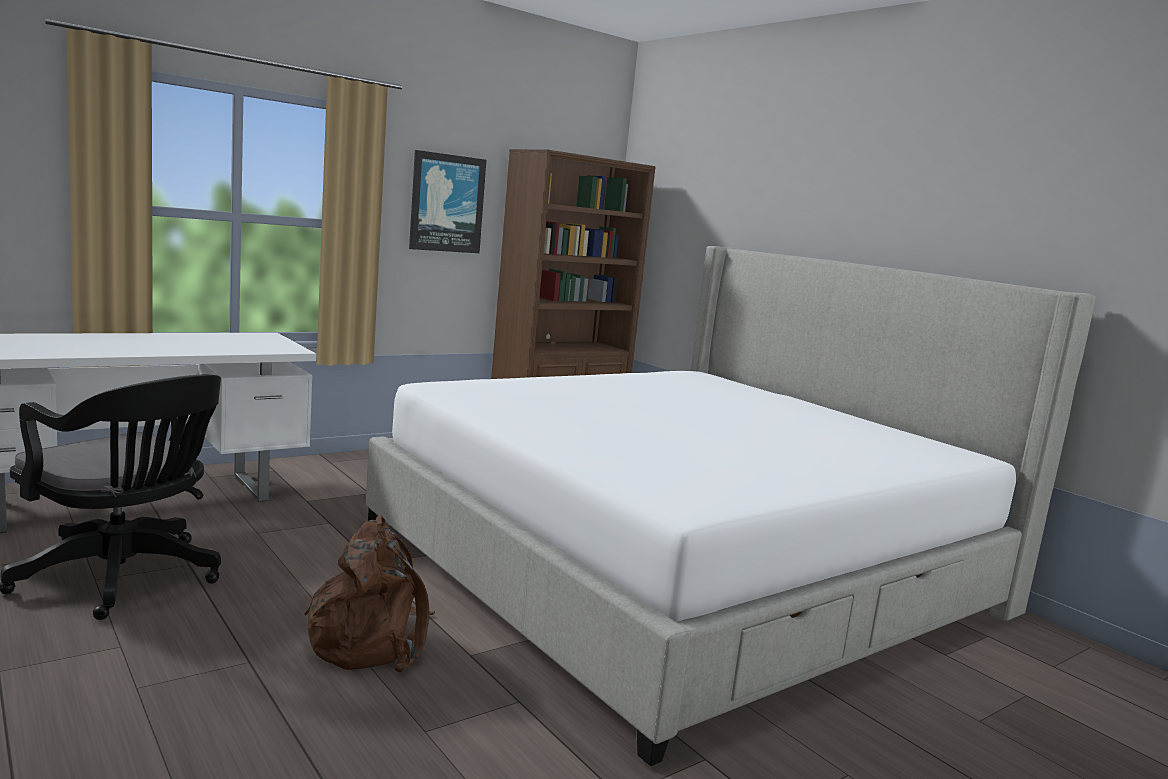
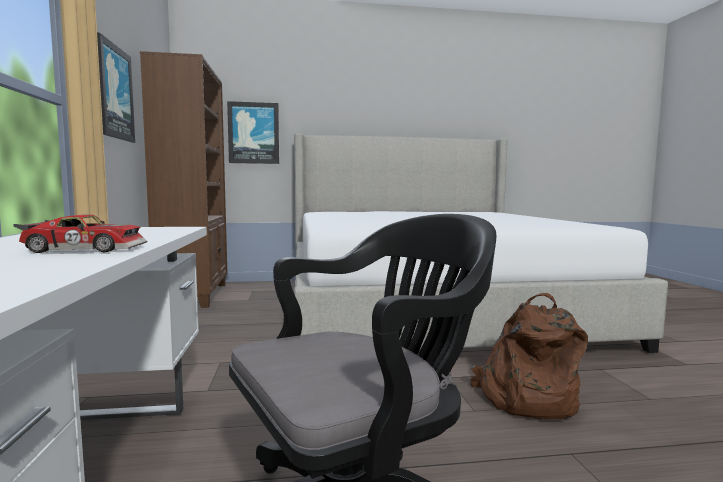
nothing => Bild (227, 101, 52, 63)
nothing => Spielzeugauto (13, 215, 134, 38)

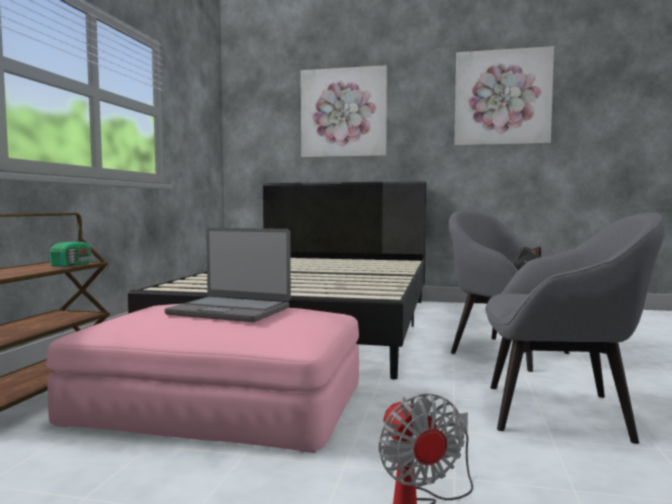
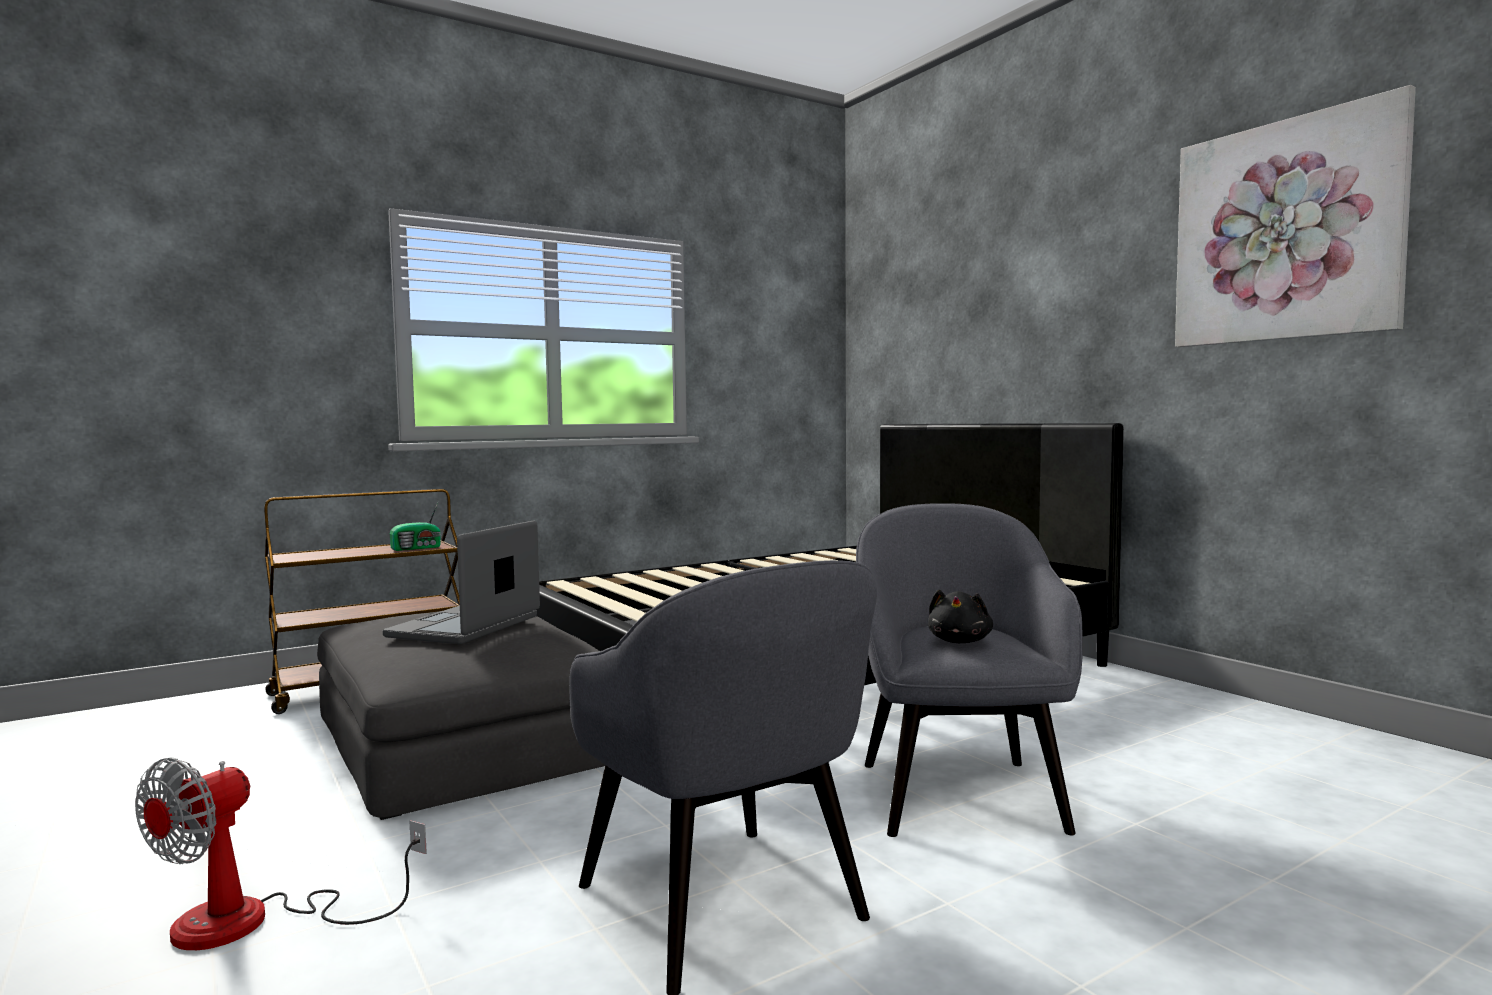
Bild (301, 65, 86, 93) => nothing
Laptop (165, 228, 126, 94) => Laptop (383, 521, 157, 123), 45 degrees clockwise
Polsterhocker (rosa) (46, 304, 313, 149) => Polsterhocker (grau) (317, 611, 288, 209)

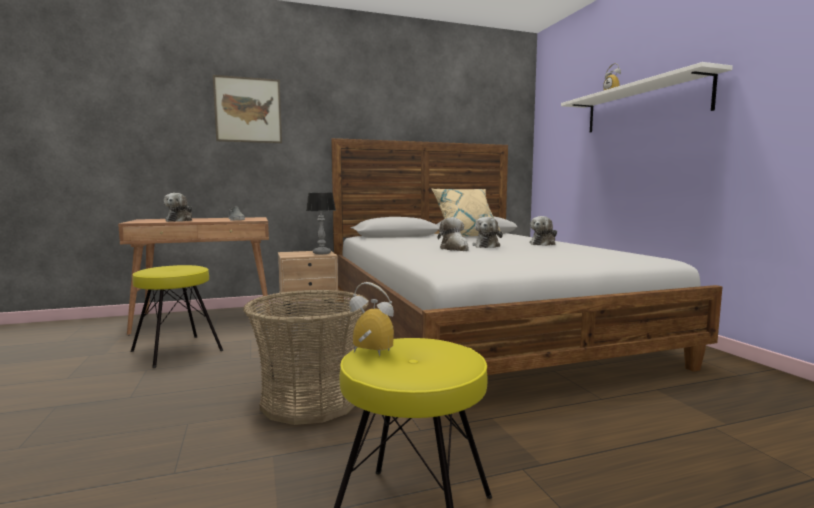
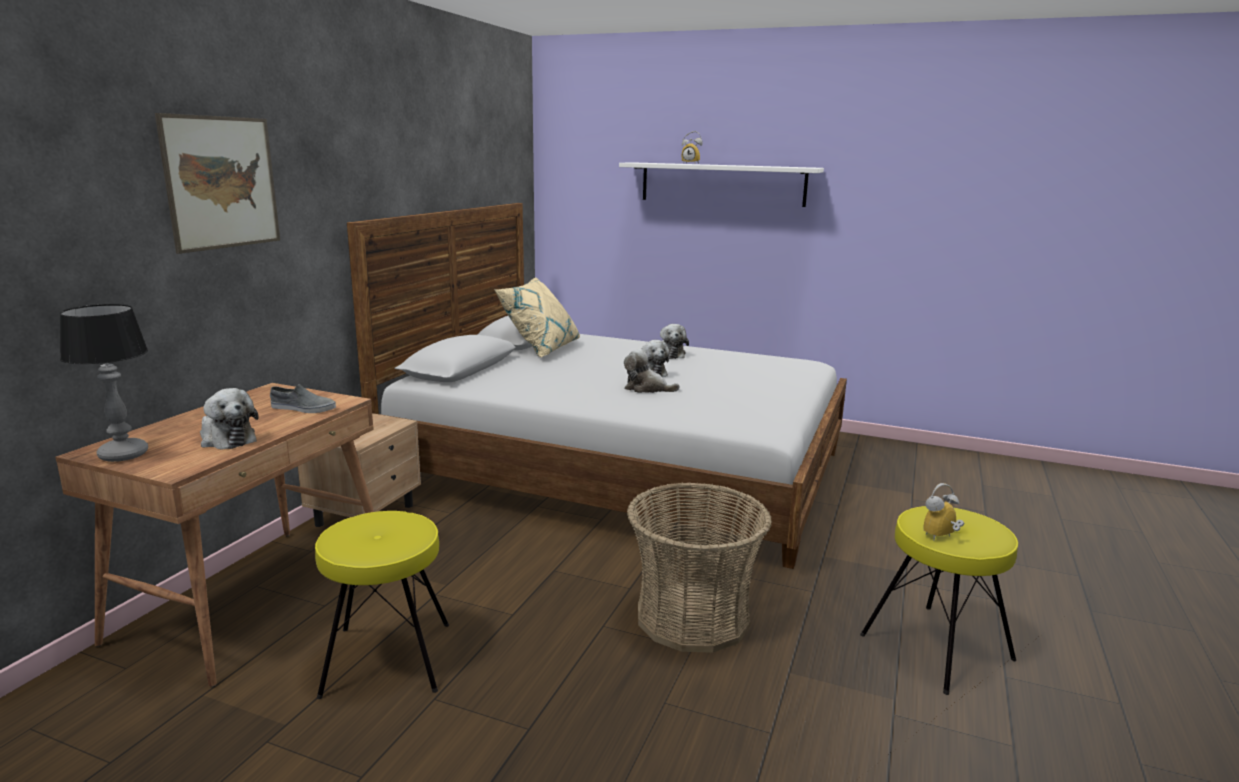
Tischlampe (306, 193, 30, 61) => Tischlampe (60, 304, 88, 158), relocated

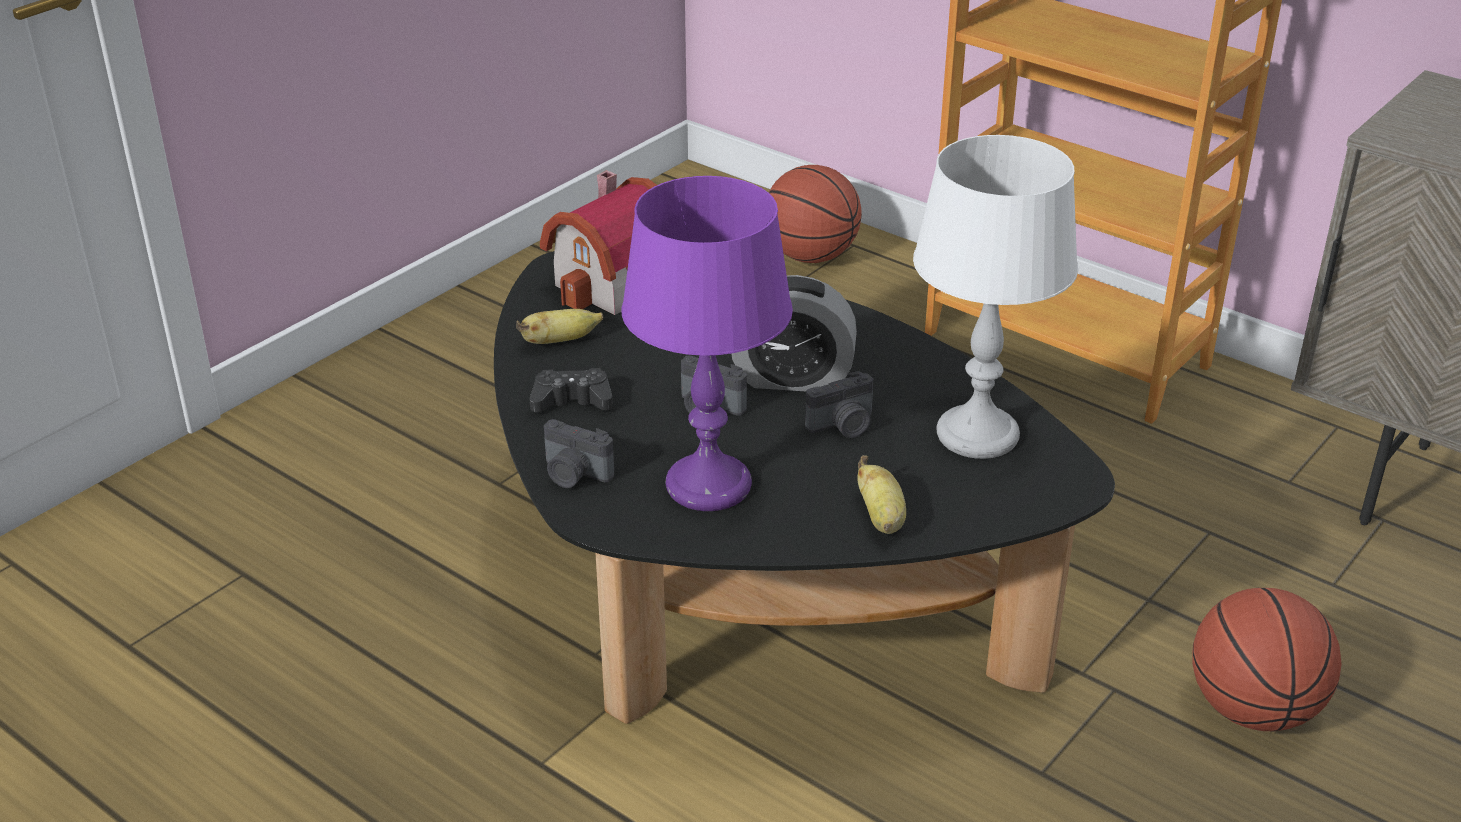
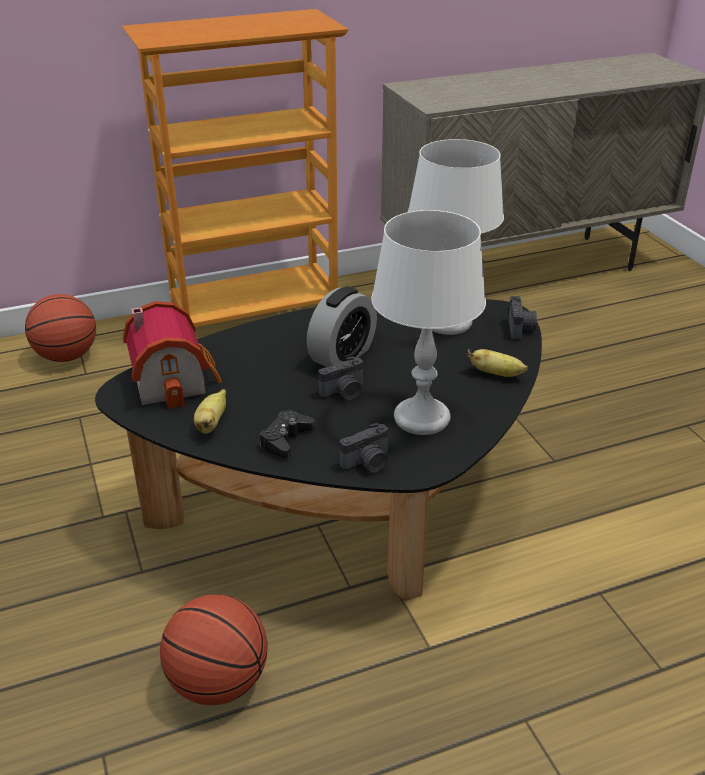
Tischlampe (lila) (622, 176, 171, 335) => Tischlampe (weiß) (371, 210, 115, 225)
Kamera (805, 371, 68, 67) => Kamera (508, 296, 29, 44), relocated
Basketball (1192, 588, 150, 143) => Basketball (160, 594, 108, 111), relocated

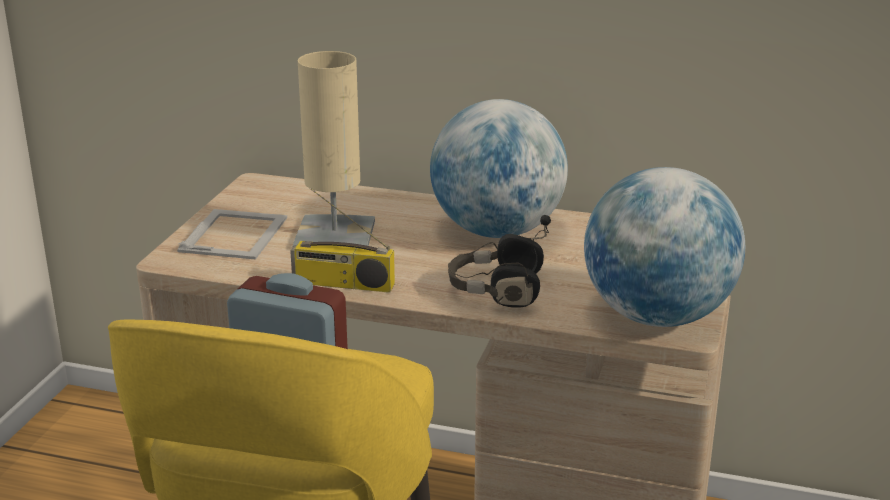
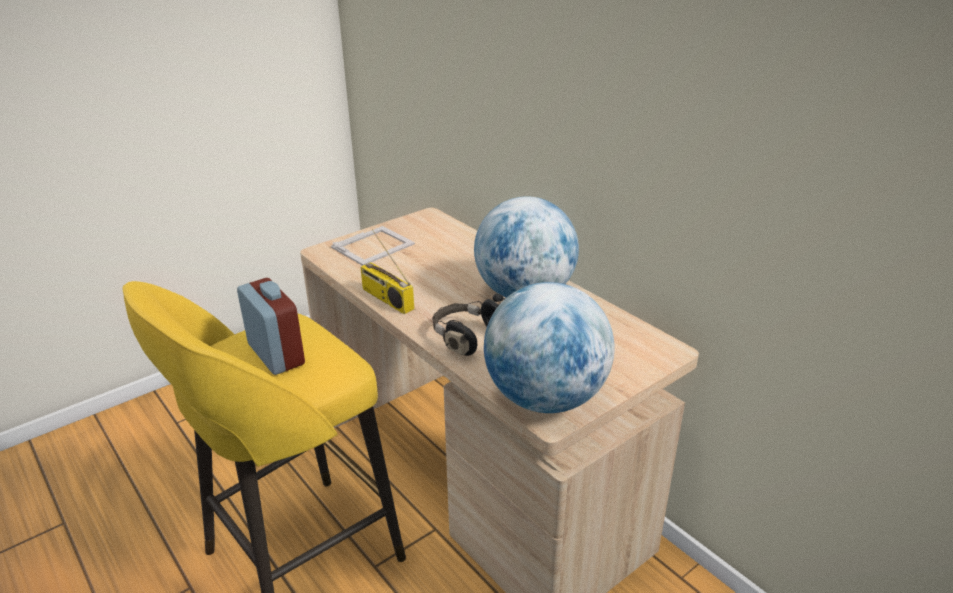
Tischlampe (beige) (292, 51, 83, 196) => nothing

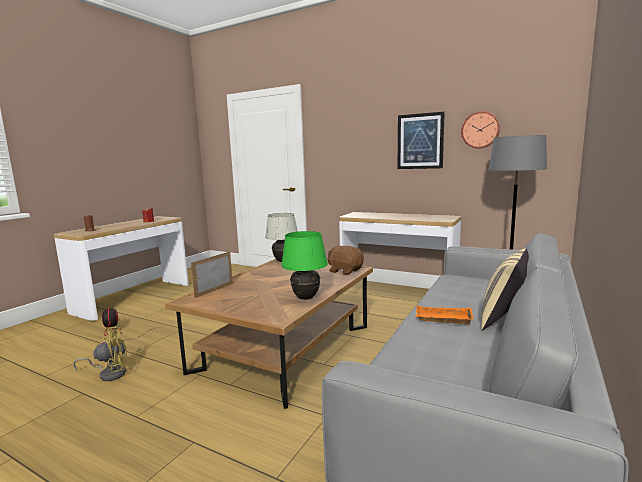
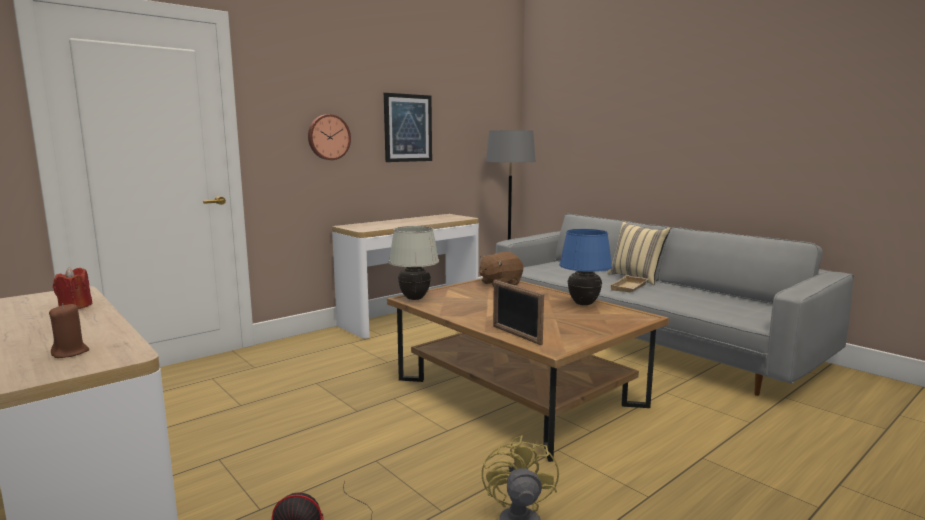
Wanduhr (461, 111, 39, 37) => Wanduhr (308, 114, 43, 46), relocated
Tischlampe (grün) (281, 231, 47, 69) => Tischlampe (blau) (559, 229, 53, 76)
Tablett (orange) (415, 305, 58, 20) => Tablett (beige) (610, 275, 38, 17)

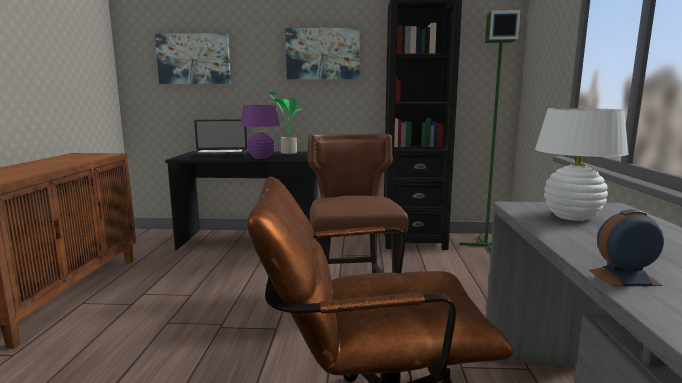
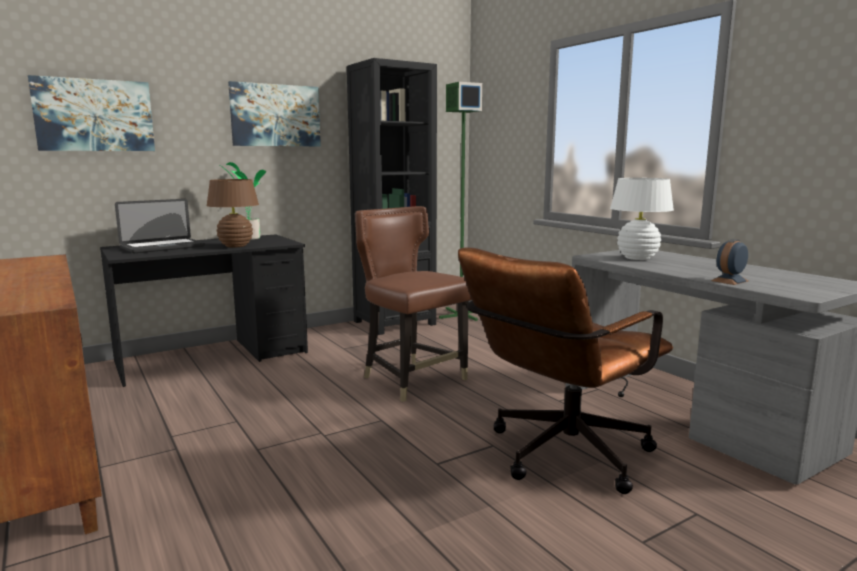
Tischlampe (lila) (240, 105, 40, 54) => Tischlampe (braun) (207, 179, 52, 68)

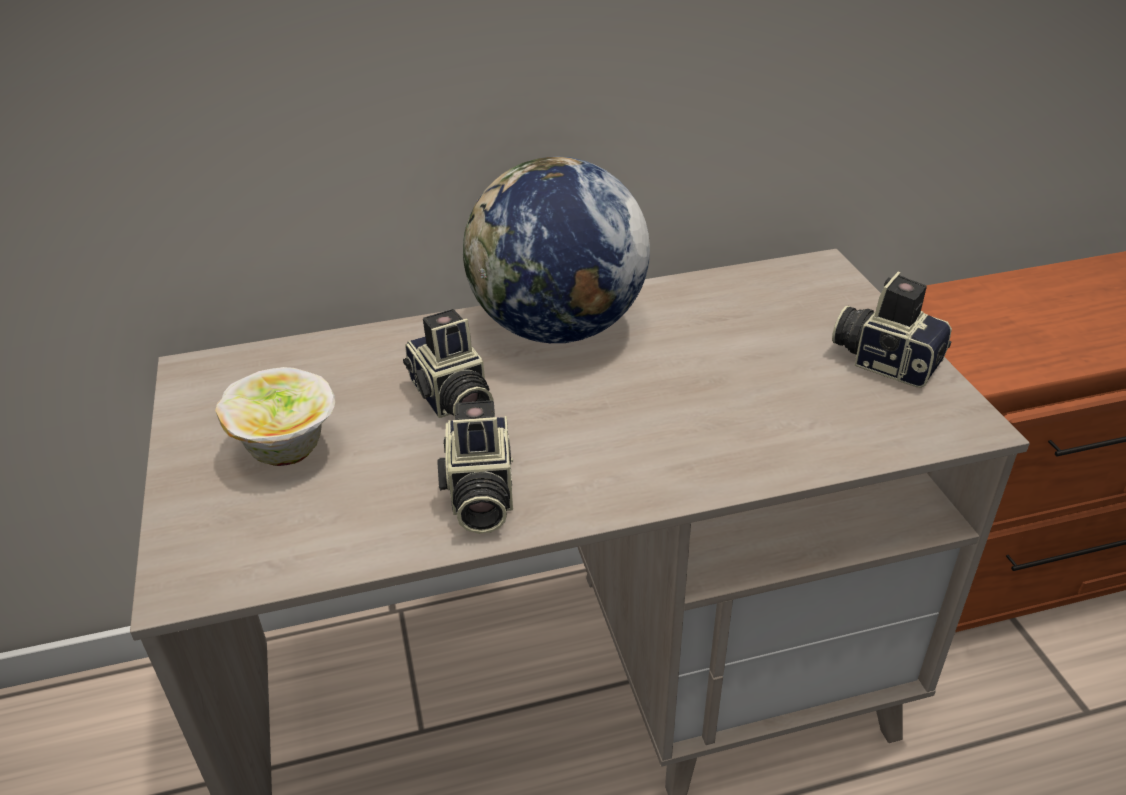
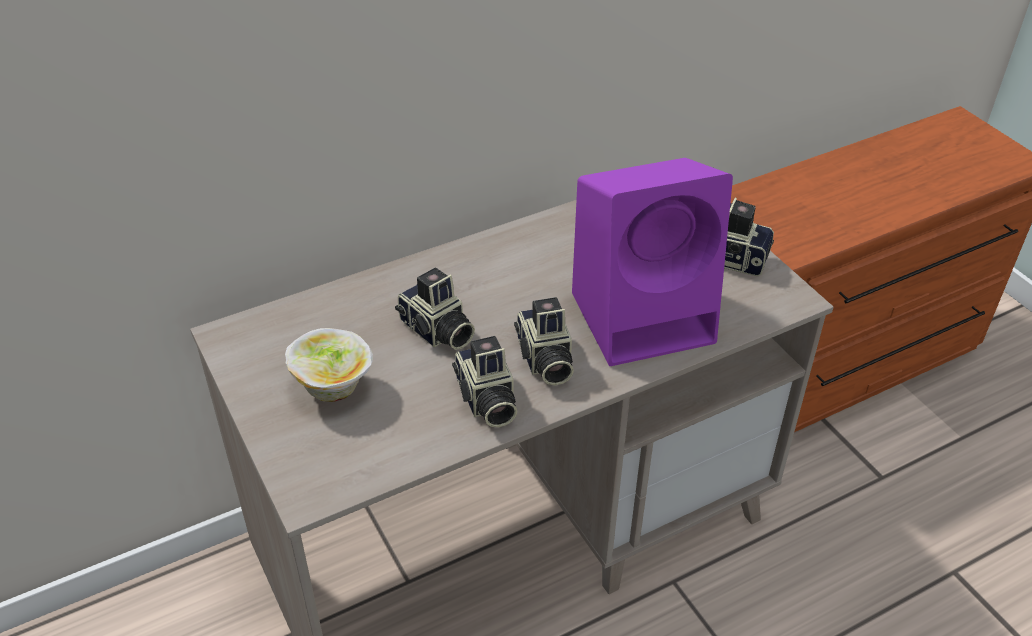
Globus (463, 156, 187, 187) => nothing
nothing => Lautsprecher (lila) (572, 158, 161, 208)
nothing => Kamera (514, 297, 60, 89)

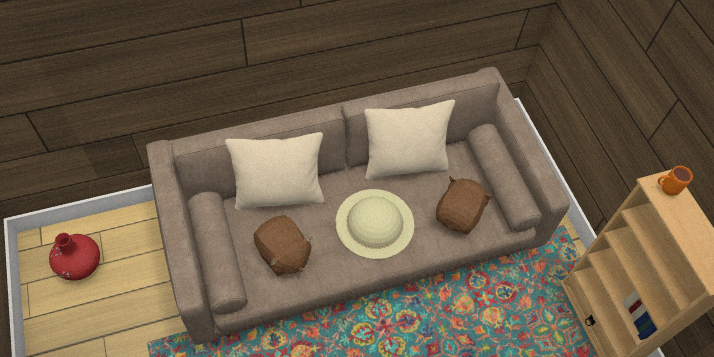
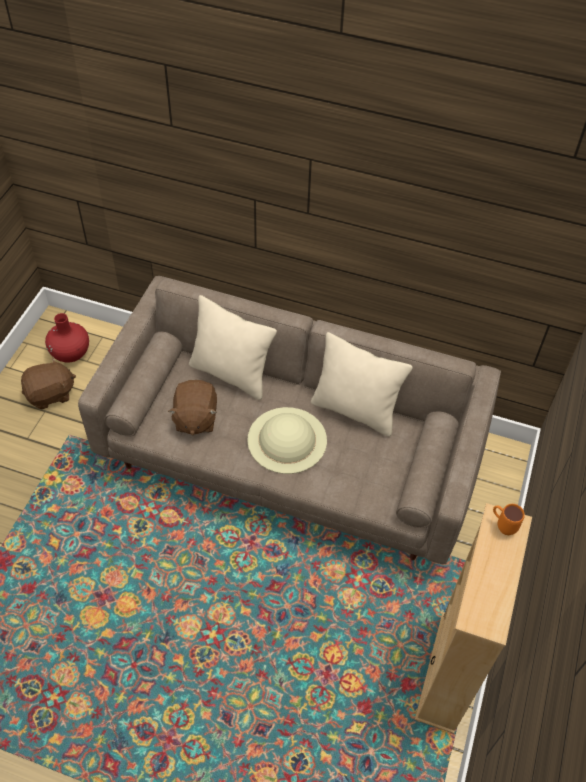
Plüschtier (braun) (436, 176, 57, 59) => Plüschtier (braun) (21, 357, 55, 52), relocated

